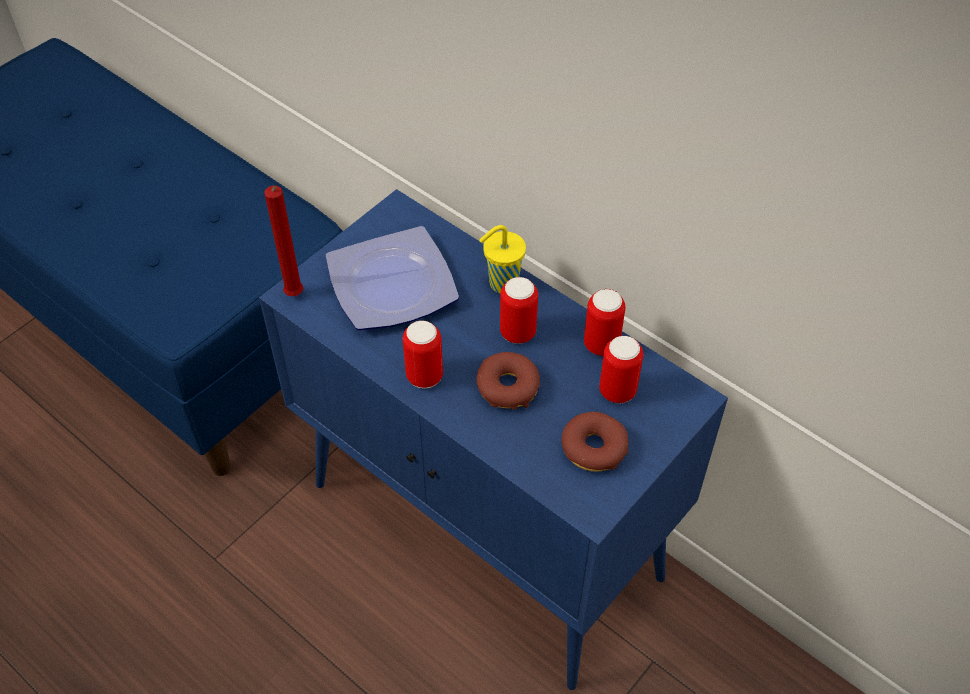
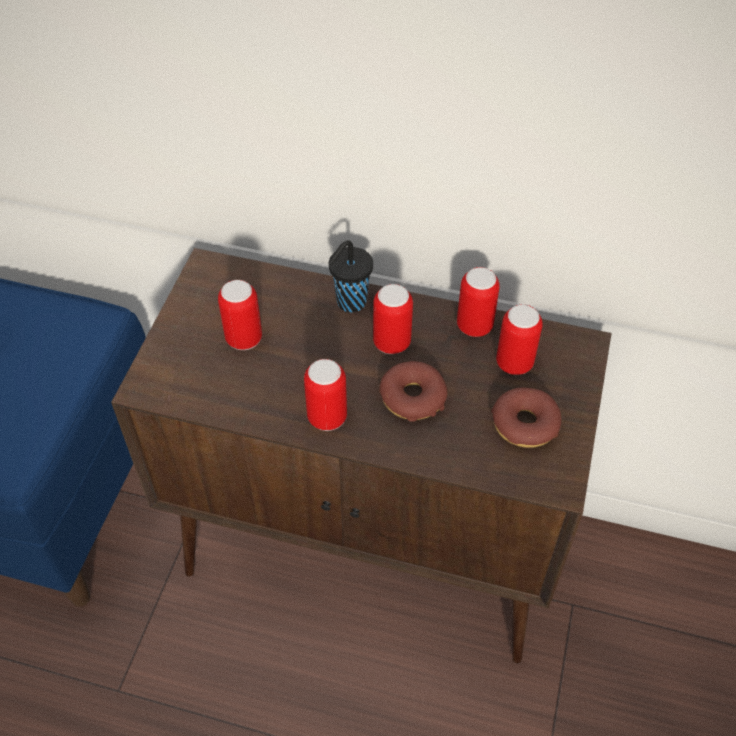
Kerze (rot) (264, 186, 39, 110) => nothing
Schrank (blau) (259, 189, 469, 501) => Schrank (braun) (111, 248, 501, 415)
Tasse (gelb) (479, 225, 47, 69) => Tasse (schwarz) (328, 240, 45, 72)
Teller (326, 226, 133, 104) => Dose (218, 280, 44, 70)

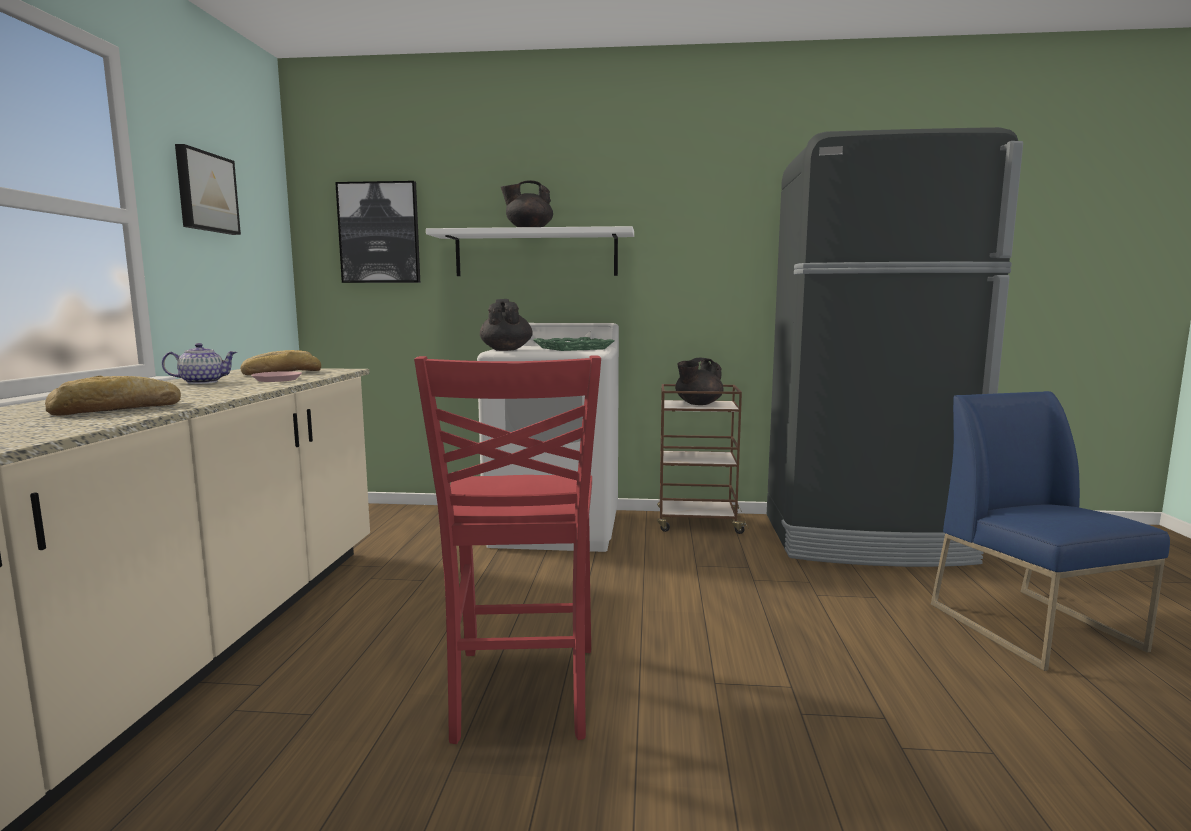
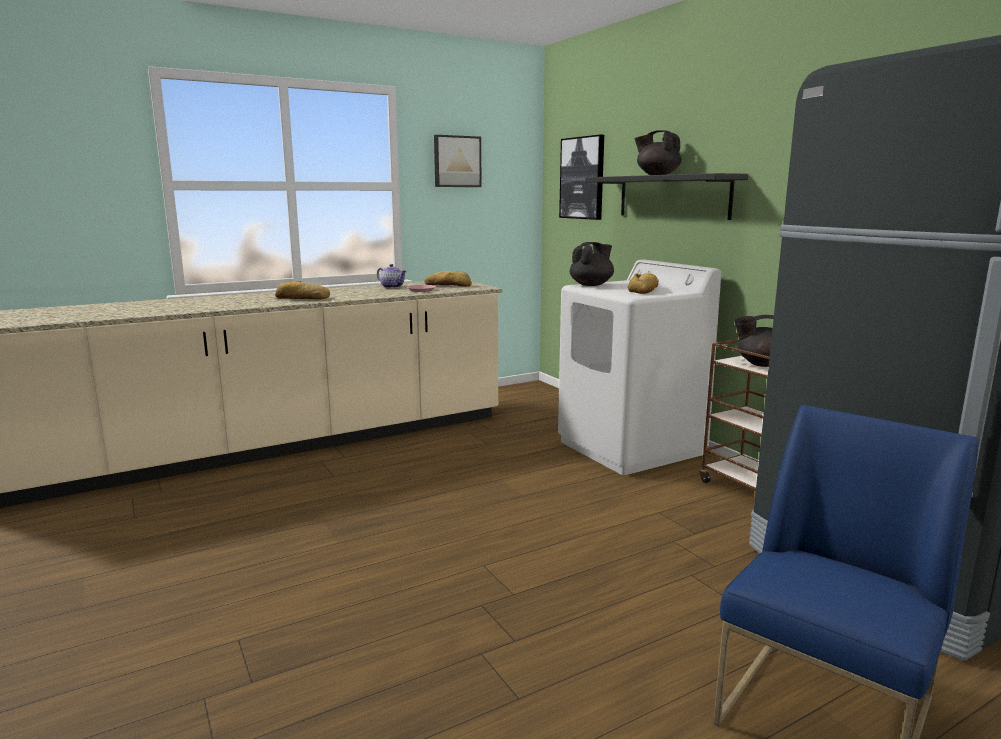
Wandregal (weiß) (426, 226, 208, 50) => Wandregal (schwarz) (586, 173, 162, 47)
Tablett (grün) (533, 337, 81, 14) => Brot (628, 273, 31, 21)
Stuhl (rot) (414, 355, 187, 389) => nothing

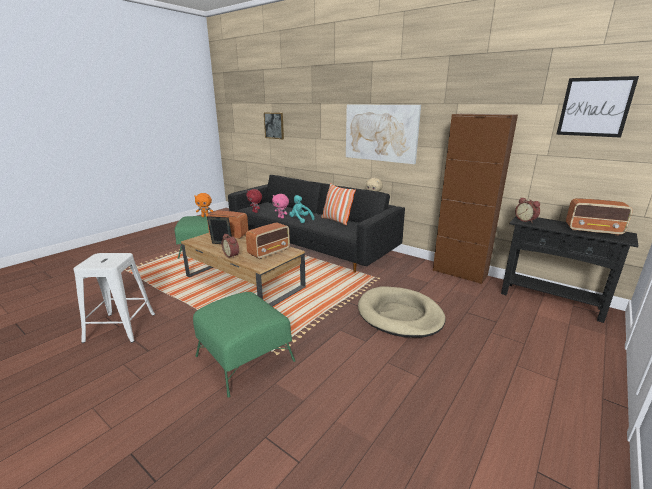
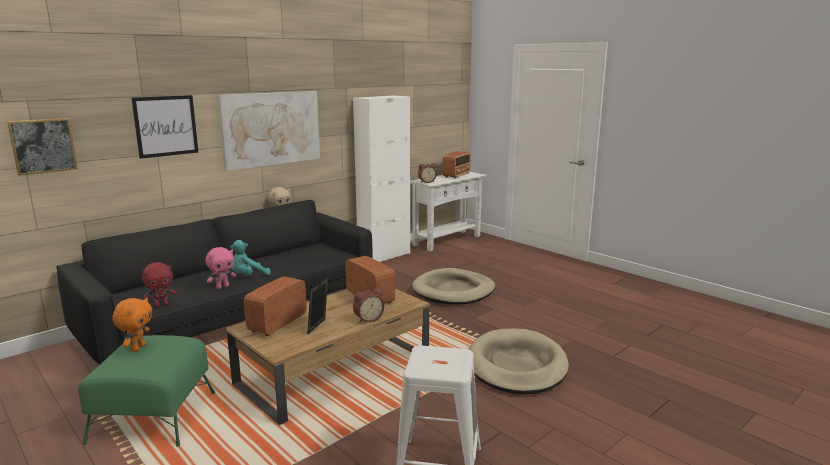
Bild (556, 76, 83, 61) => Bild (131, 95, 67, 64), relocated
Schrank (braun) (433, 114, 85, 170) => Schrank (weiß) (353, 95, 57, 167)
Kissen (321, 183, 35, 42) => nothing
Konsolentisch (schwarz) (501, 216, 137, 107) => Konsolentisch (weiß) (410, 172, 77, 79)
Polsterhocker (grün) (193, 292, 102, 106) => Hundebett (beige) (469, 329, 100, 65)

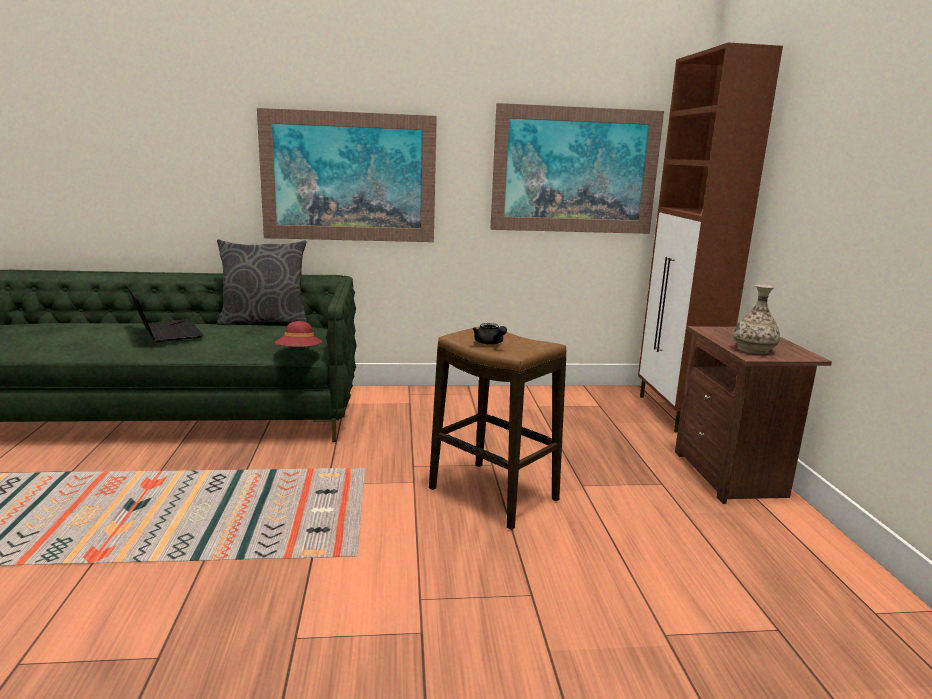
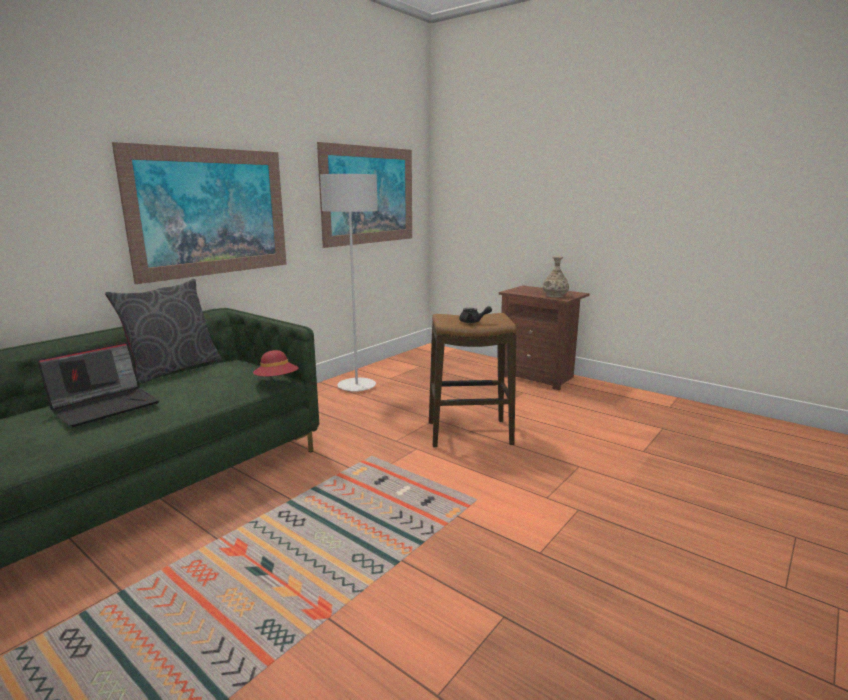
Schrank (braun) (638, 42, 145, 391) => nothing
Laptop (127, 284, 76, 58) => Laptop (37, 342, 123, 85), 120 degrees clockwise
nothing => Stehlampe (grau) (320, 174, 58, 218)

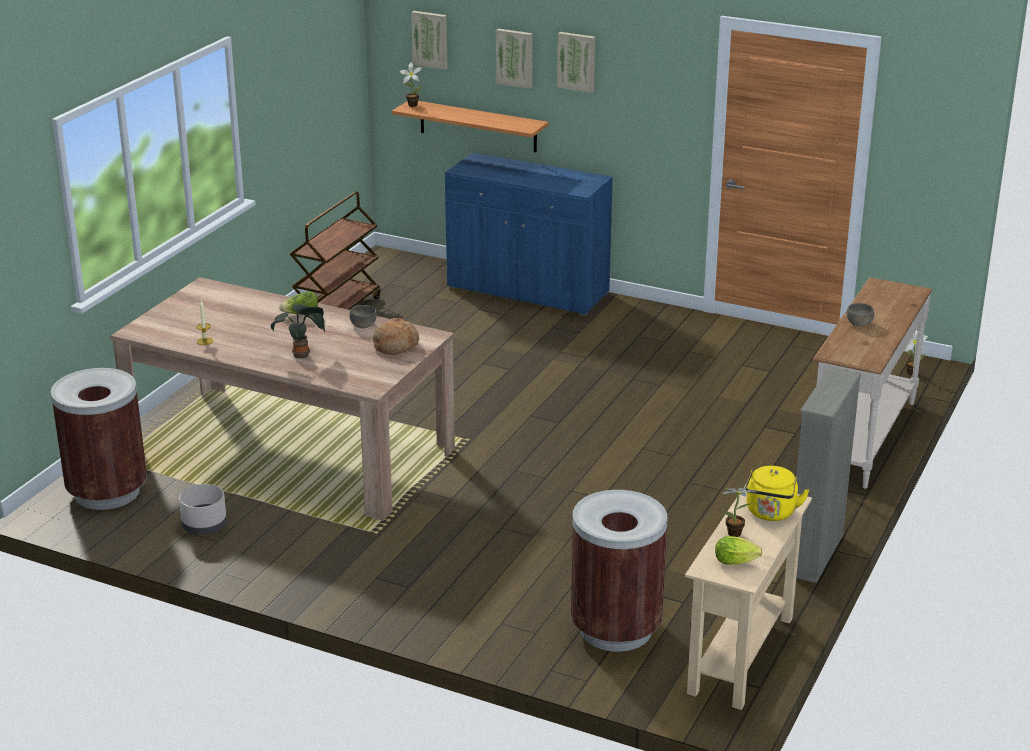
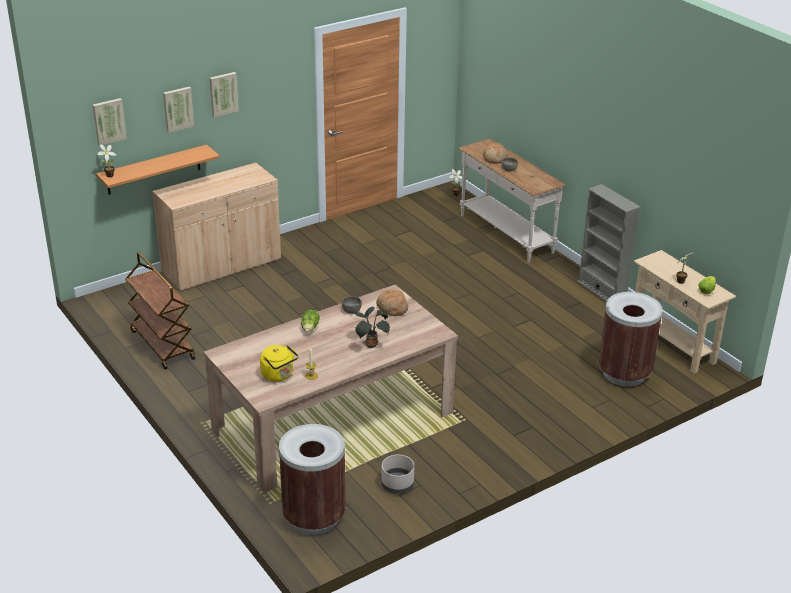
Schrank (blau) (445, 153, 168, 163) => Schrank (beige) (152, 163, 129, 128)
Wasserkessel (gelb) (745, 466, 64, 55) => Wasserkessel (gelb) (260, 345, 38, 37), relocated
nothing => Brot (483, 143, 25, 21)

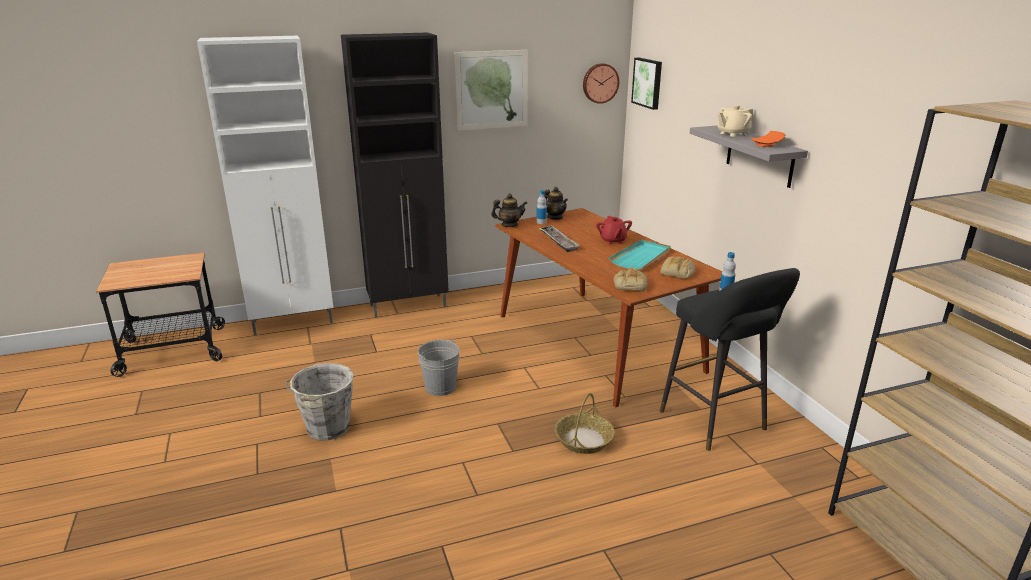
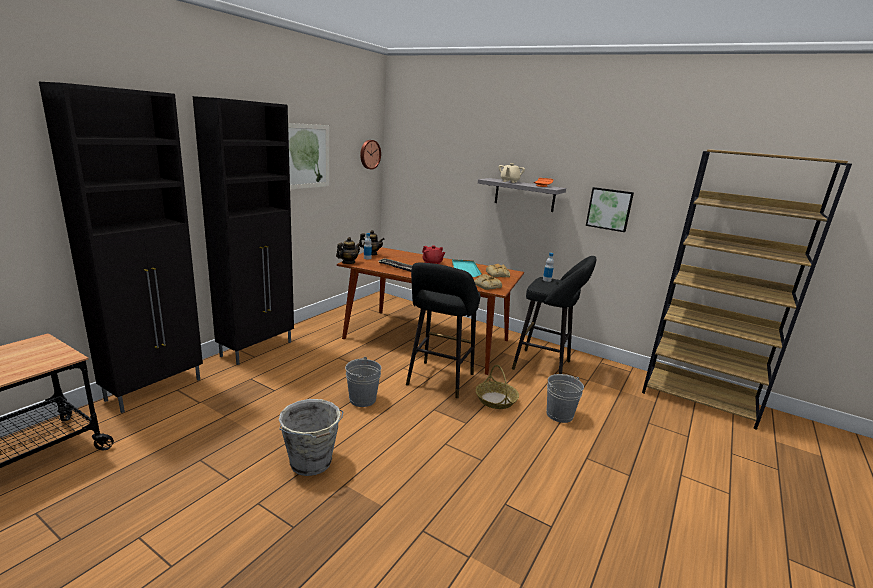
Schrank (weiß) (197, 36, 136, 299) => Schrank (schwarz) (39, 82, 164, 331)
Bild (631, 58, 31, 52) => Bild (586, 187, 48, 45), relocated
nothing => Hocker (schwarz) (406, 263, 74, 135)
nothing => Eimer (grau) (546, 374, 38, 49)

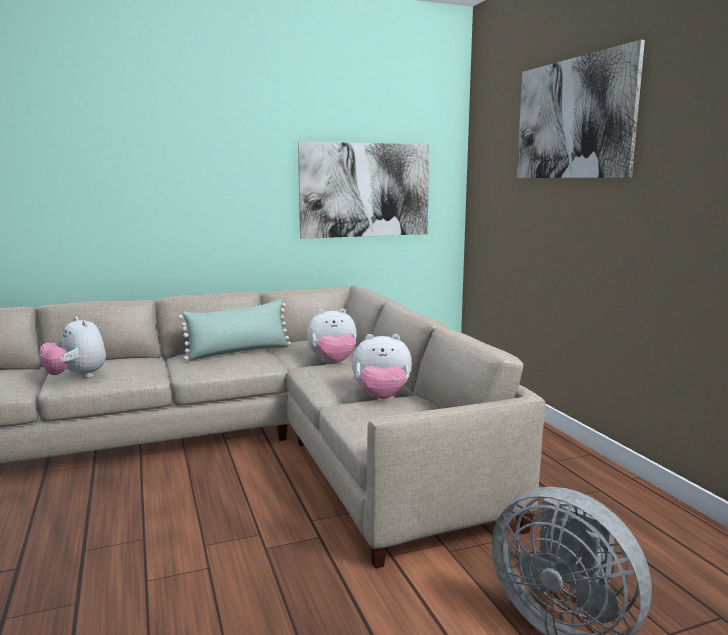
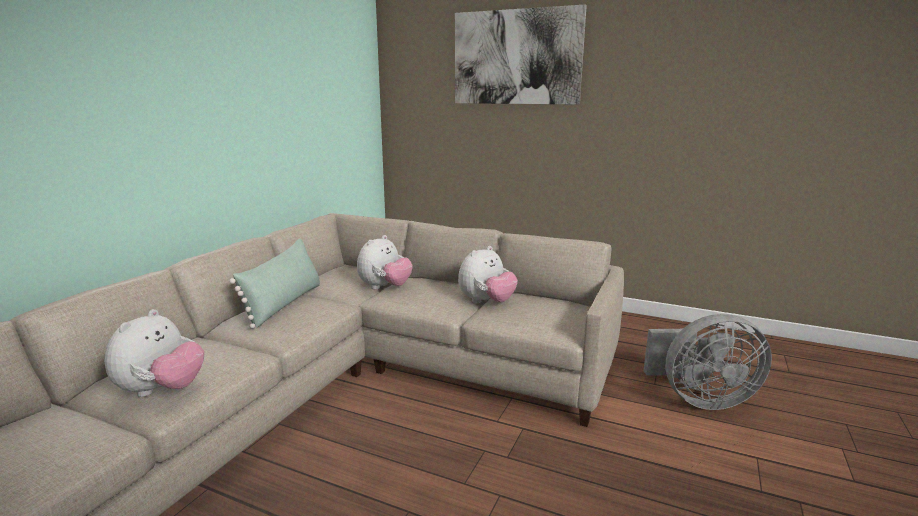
Bild (298, 142, 131, 97) => nothing
Plüschtier (40, 316, 66, 62) => Plüschtier (104, 309, 100, 88), 75 degrees counterclockwise

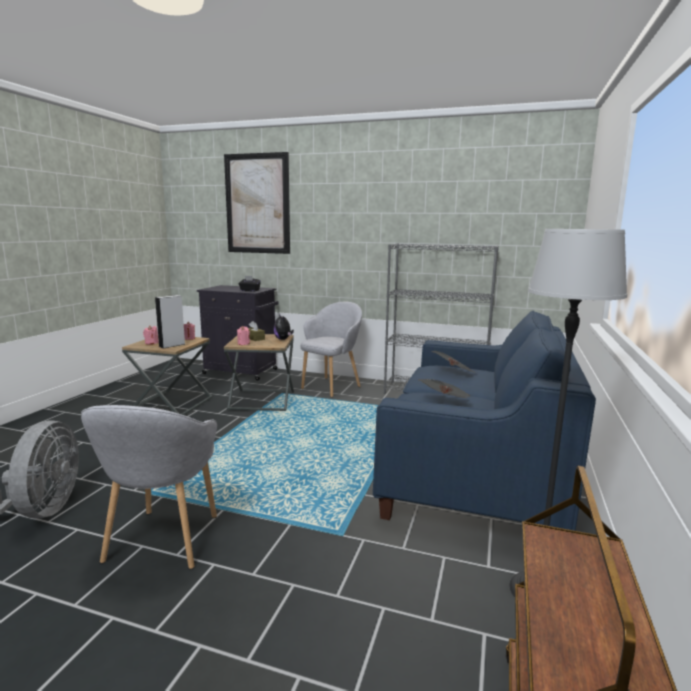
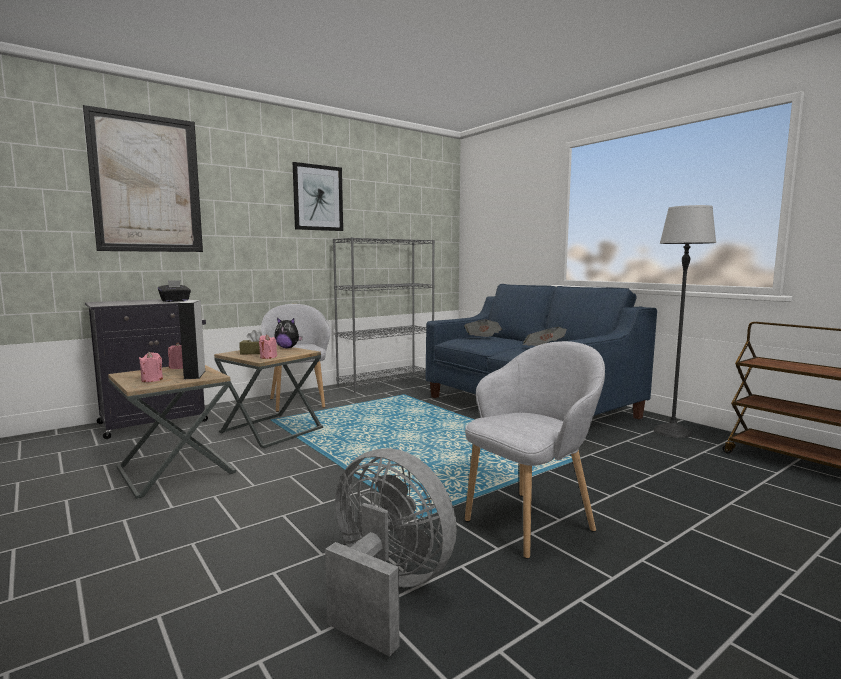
Sessel (grau) (81, 405, 136, 165) => Sessel (grau) (465, 341, 140, 218), 75 degrees counterclockwise
nothing => Bild (293, 162, 50, 69)

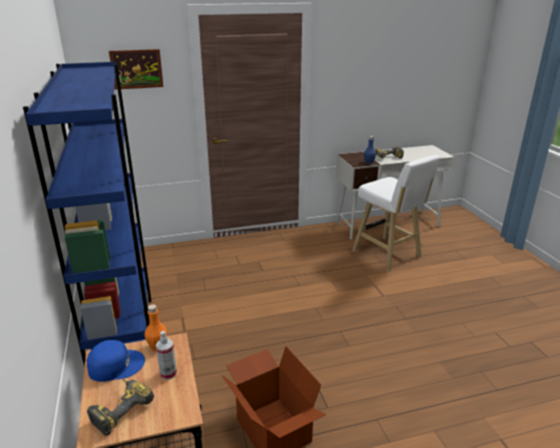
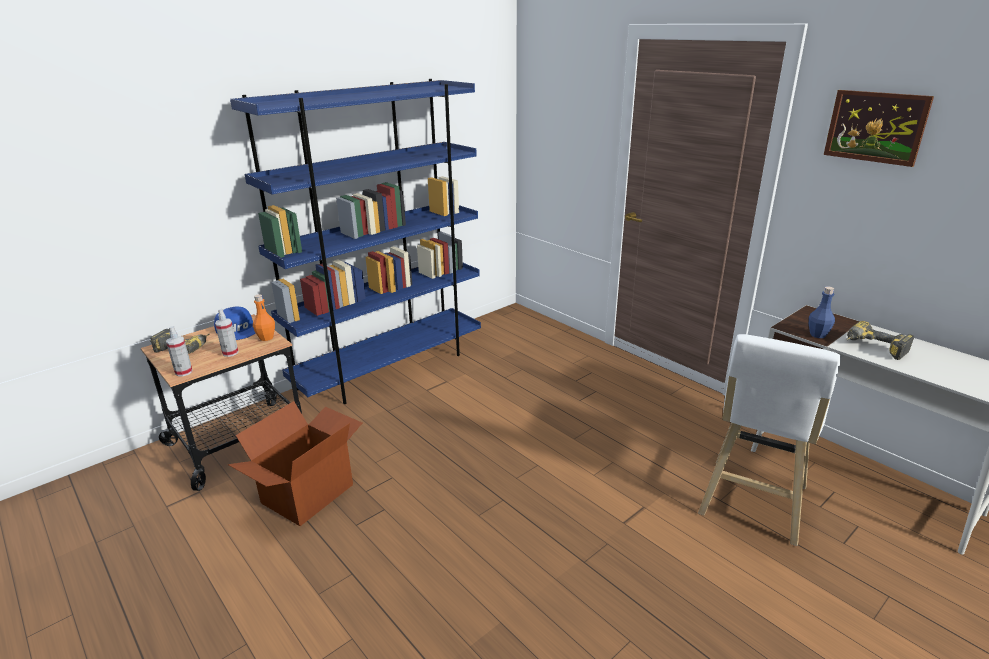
Bild (109, 49, 55, 41) => Bild (823, 90, 111, 77), relocated
nothing => Sprühflasche (166, 326, 26, 50)

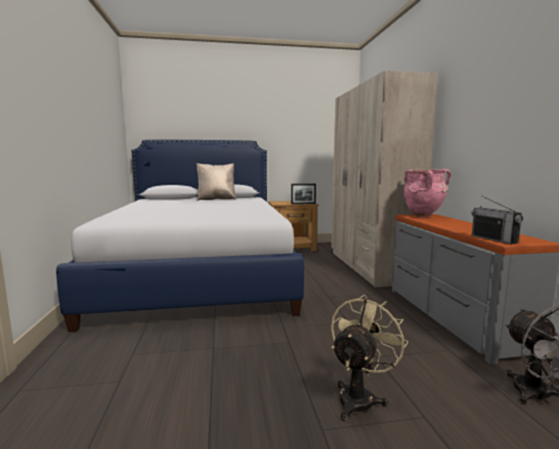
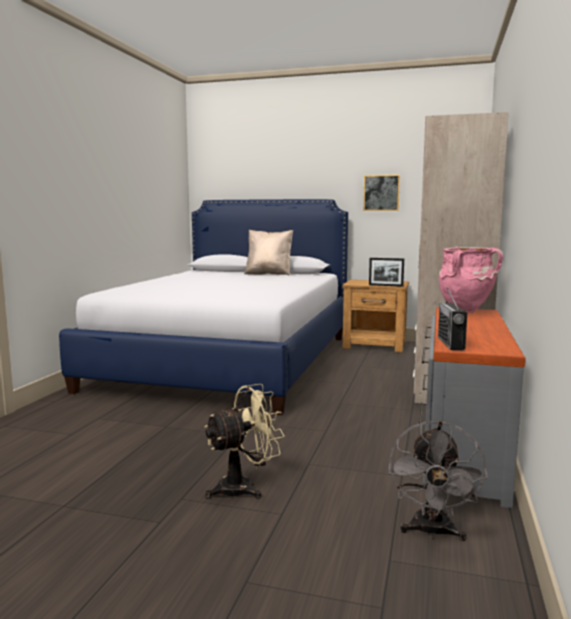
nothing => Bild (363, 175, 37, 36)

